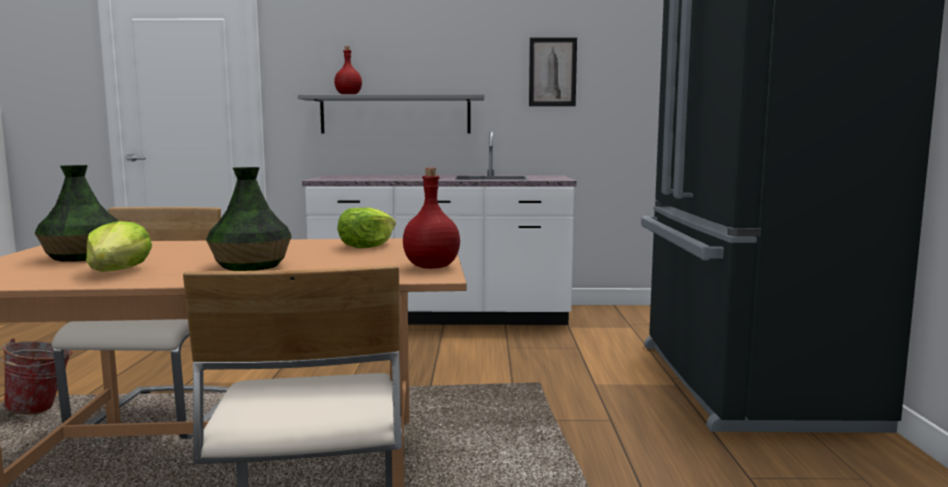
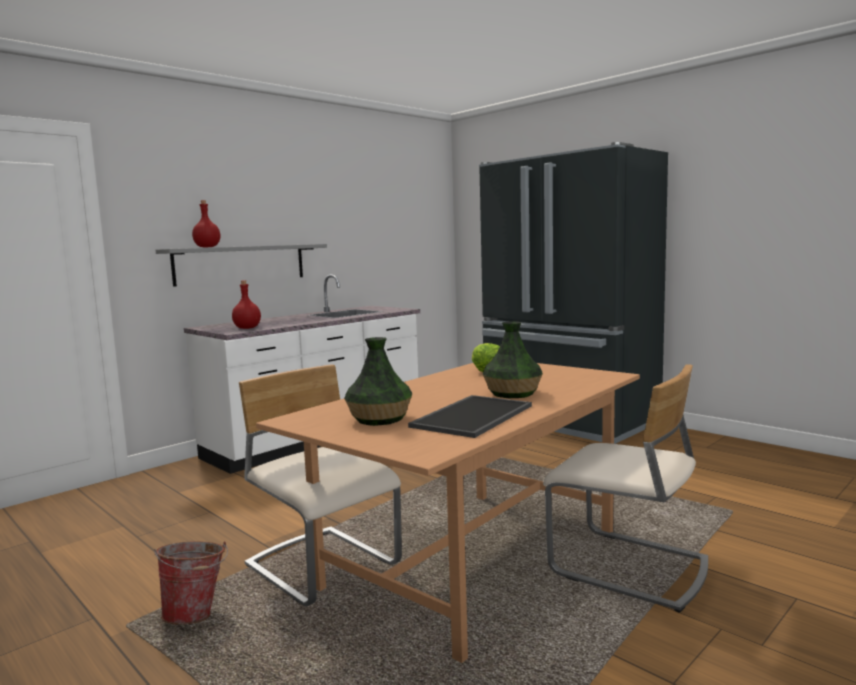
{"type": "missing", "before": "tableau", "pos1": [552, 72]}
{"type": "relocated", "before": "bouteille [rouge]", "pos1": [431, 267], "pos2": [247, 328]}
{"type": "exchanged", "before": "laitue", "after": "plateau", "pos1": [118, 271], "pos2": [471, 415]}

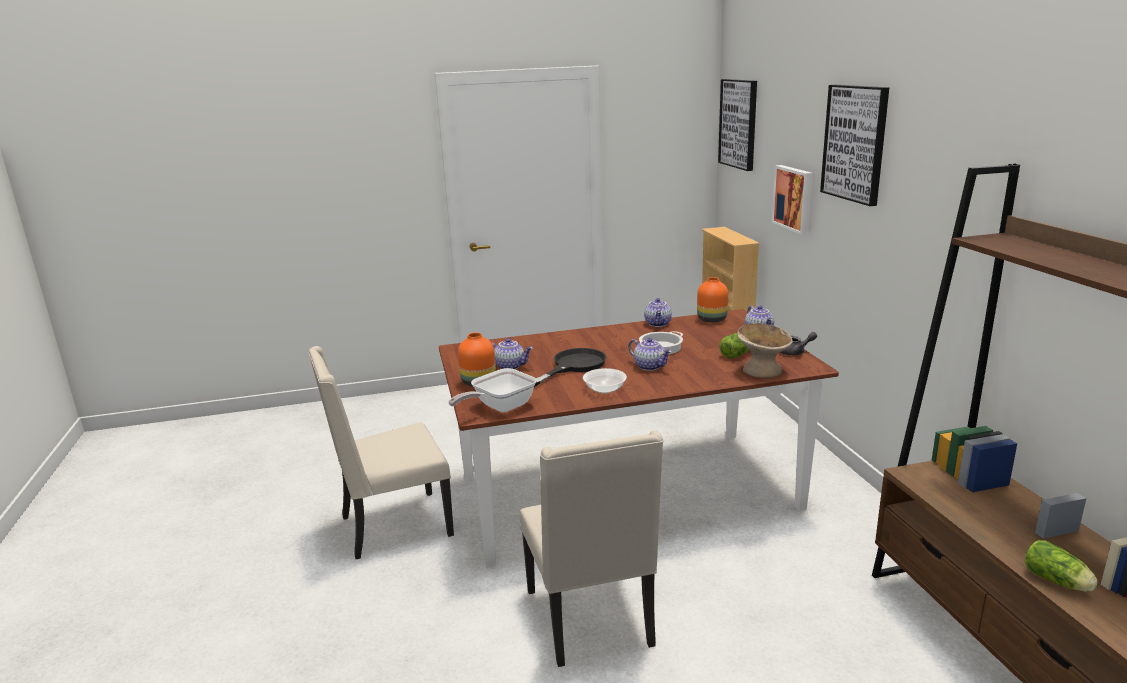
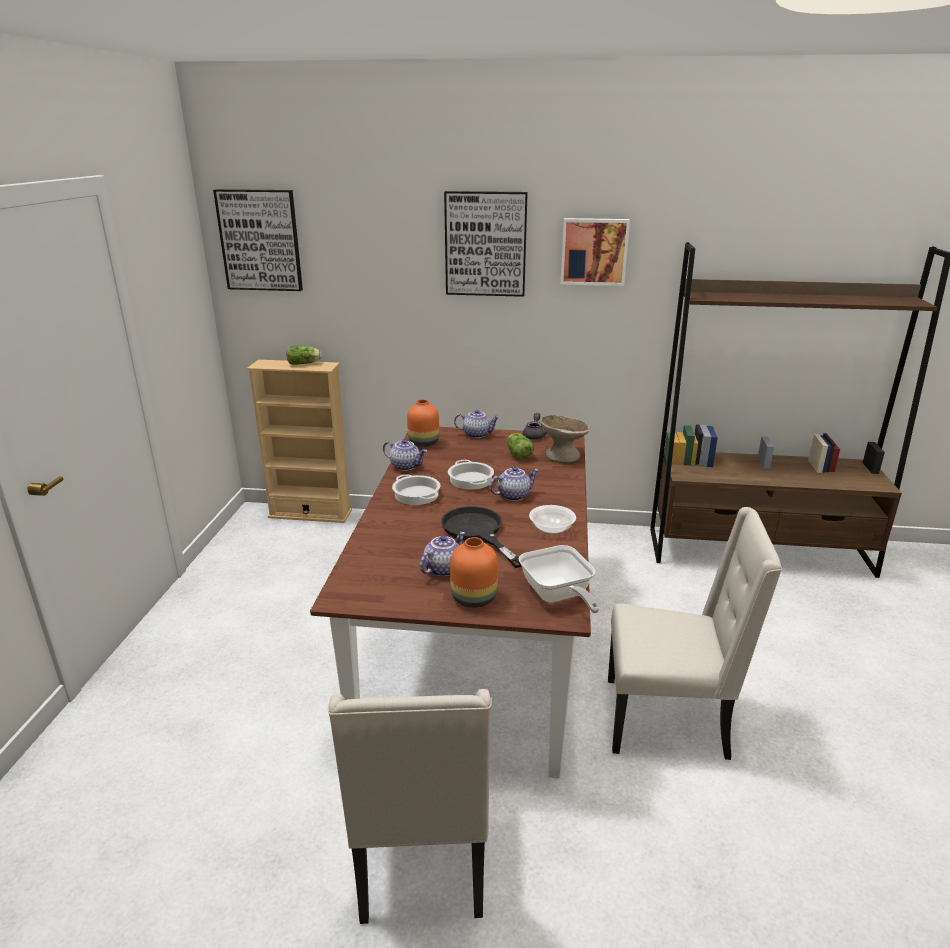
{"type": "relocated", "before": "tableau", "pos1": [794, 198], "pos2": [594, 251]}
{"type": "relocated", "before": "laitue", "pos1": [1058, 582], "pos2": [305, 363]}
{"type": "appeared", "after": "marmite", "pos2": [416, 495]}

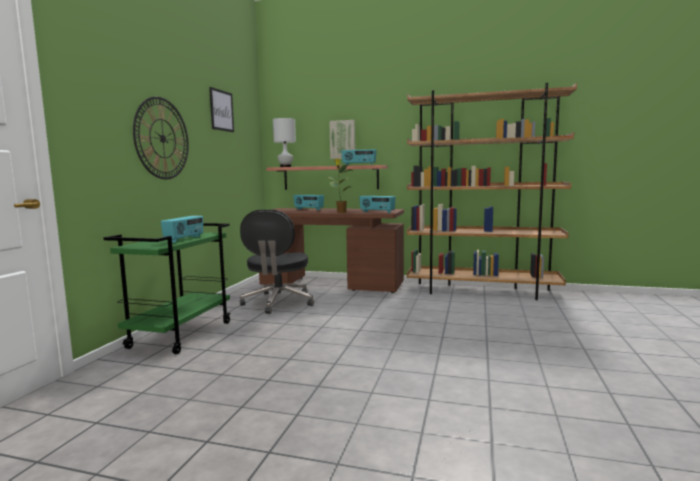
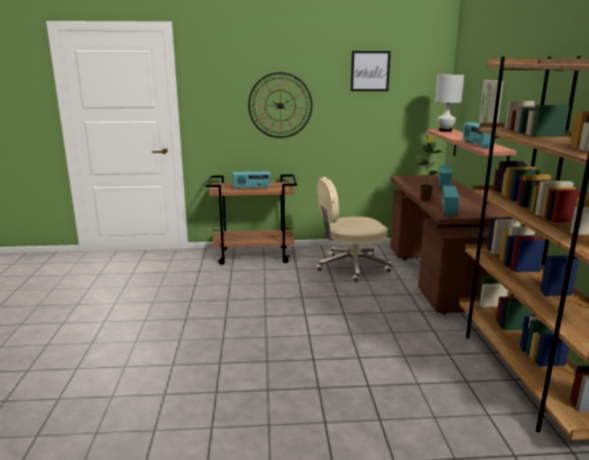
{"type": "colour", "before": "chaise de bureau [noir]", "after": "chaise de bureau [beige]", "pos1": [278, 302], "pos2": [351, 267]}
{"type": "colour", "before": "chariot [vert]", "after": "chariot [marron]", "pos1": [181, 334], "pos2": [254, 255]}

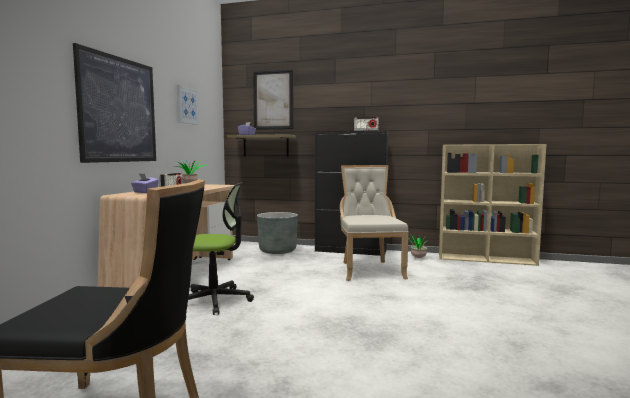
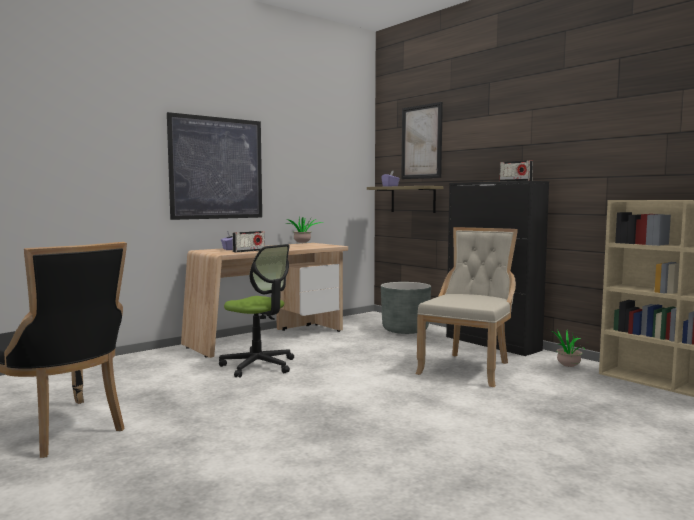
{"type": "missing", "before": "tableau", "pos1": [187, 105]}

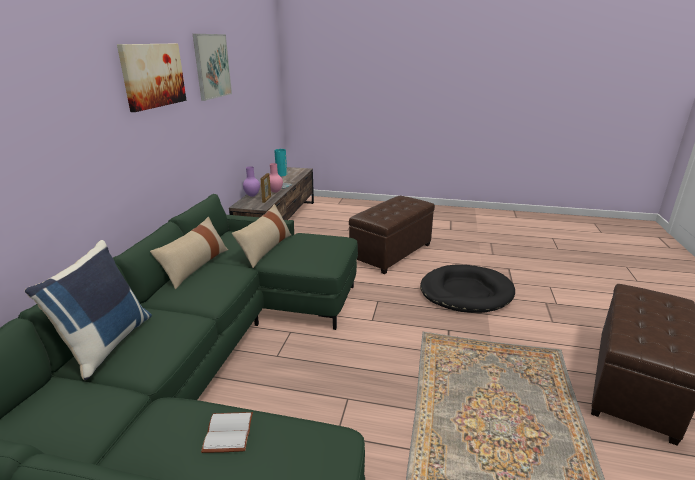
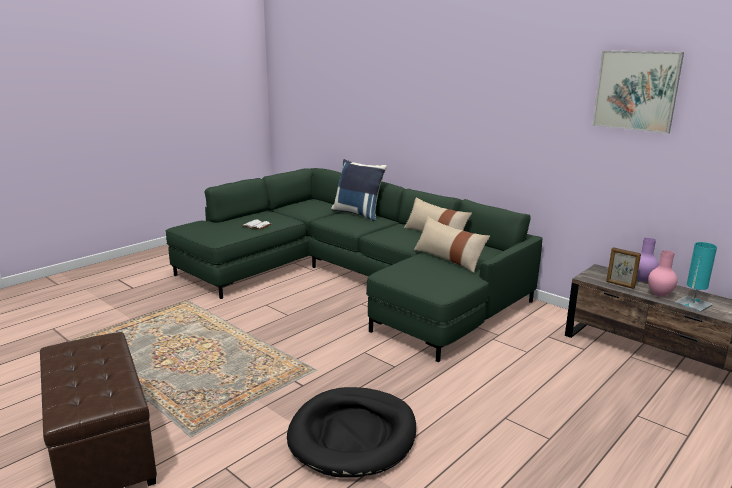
{"type": "missing", "before": "tableau", "pos1": [153, 75]}
{"type": "missing", "before": "pouf [marron]", "pos1": [391, 253]}

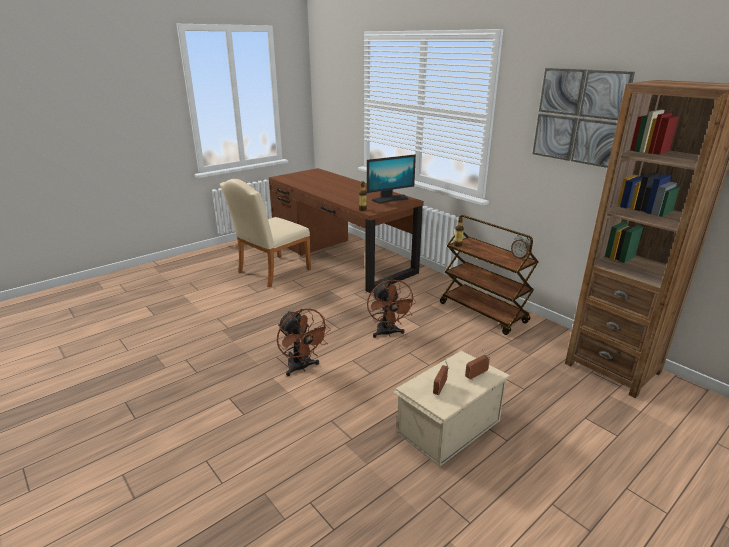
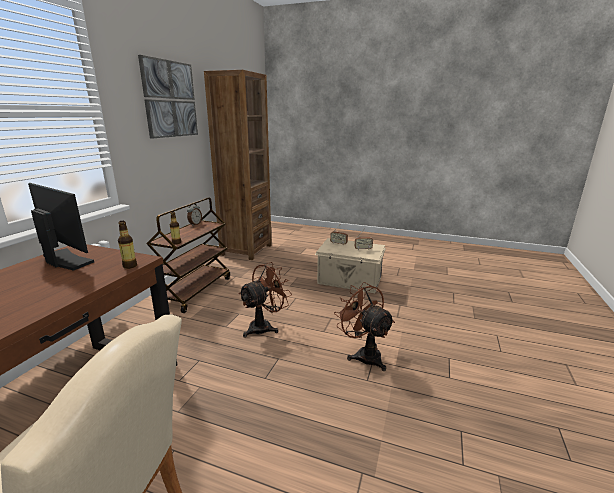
{"type": "spun", "before": "ventilateur [marron]", "pos1": [301, 368], "pos2": [364, 354], "turn": -60}

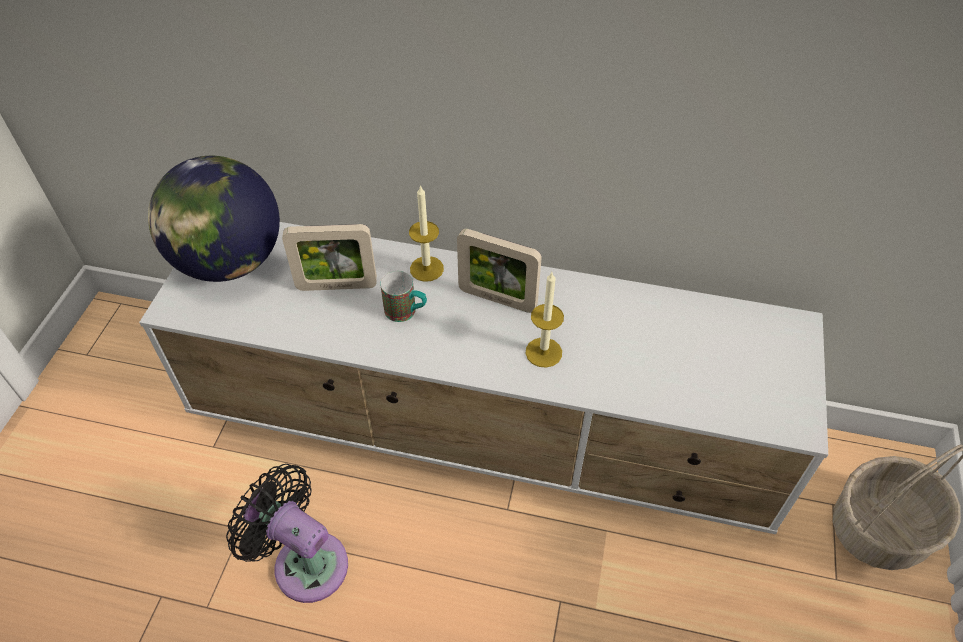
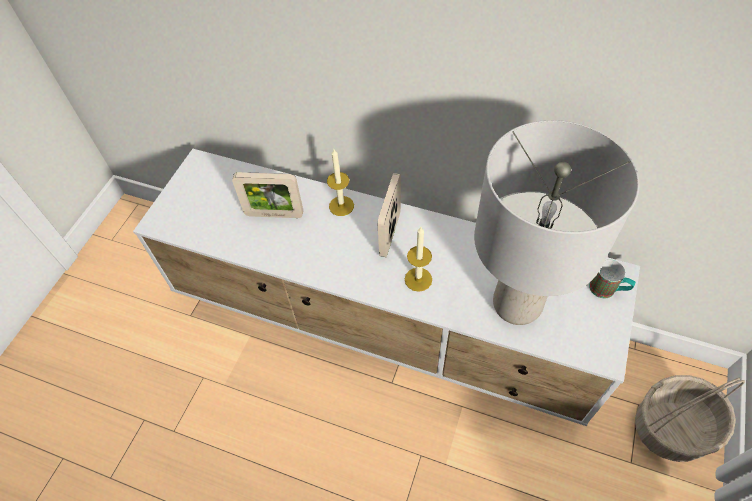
{"type": "missing", "before": "globe", "pos1": [229, 262]}
{"type": "spun", "before": "cadre photo", "pos1": [497, 299], "pos2": [390, 234], "turn": 75}
{"type": "relocated", "before": "mug", "pos1": [406, 312], "pos2": [607, 290]}
{"type": "missing", "before": "ventilateur [noir]", "pos1": [304, 561]}
{"type": "appeared", "after": "lampe de table [gris]", "pos2": [516, 305]}

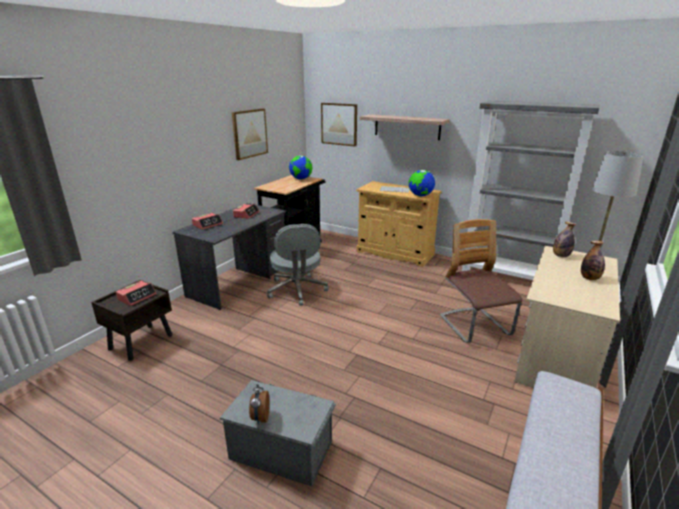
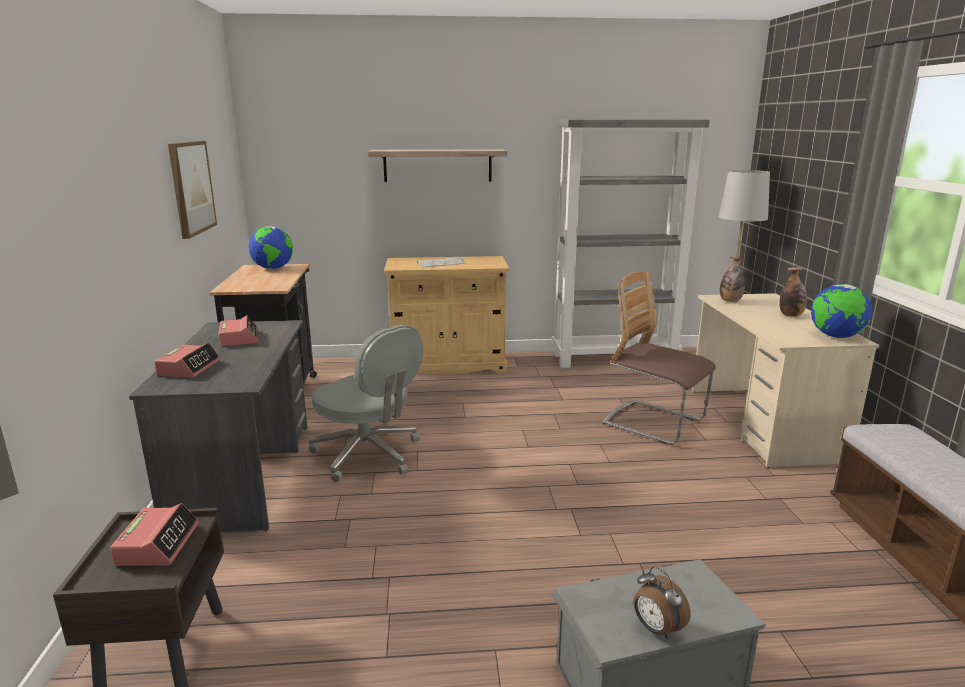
{"type": "missing", "before": "tableau", "pos1": [339, 124]}
{"type": "relocated", "before": "globe", "pos1": [420, 195], "pos2": [835, 336]}

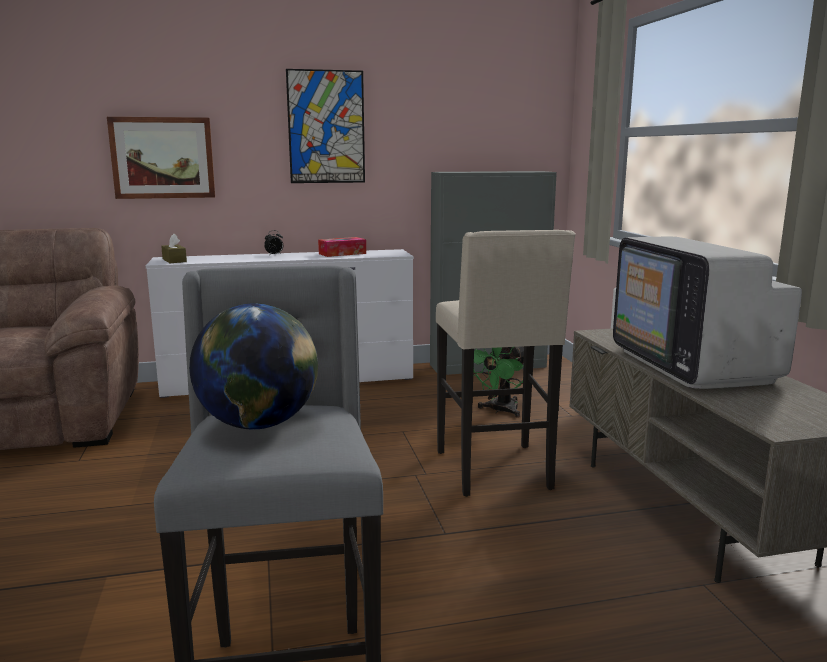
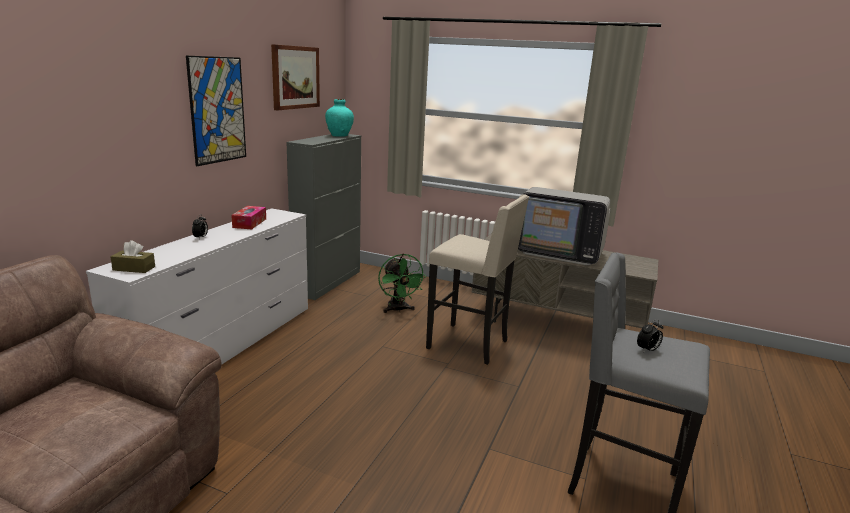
{"type": "relocated", "before": "tableau", "pos1": [163, 158], "pos2": [295, 77]}
{"type": "exchanged", "before": "globe", "after": "réveil", "pos1": [259, 425], "pos2": [647, 350]}
{"type": "appeared", "after": "vase [turquoise]", "pos2": [339, 136]}

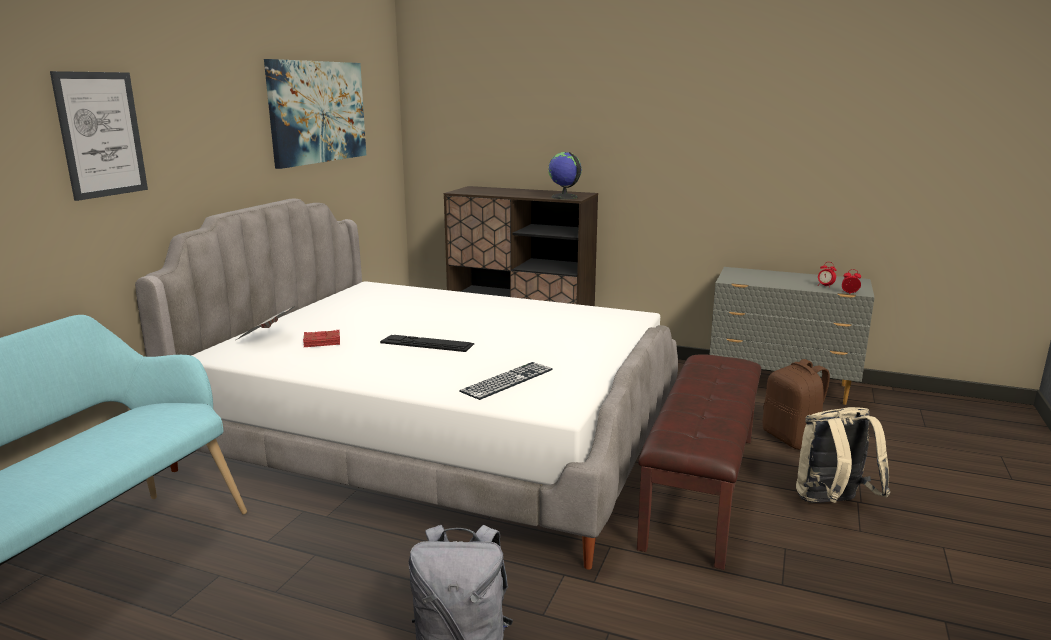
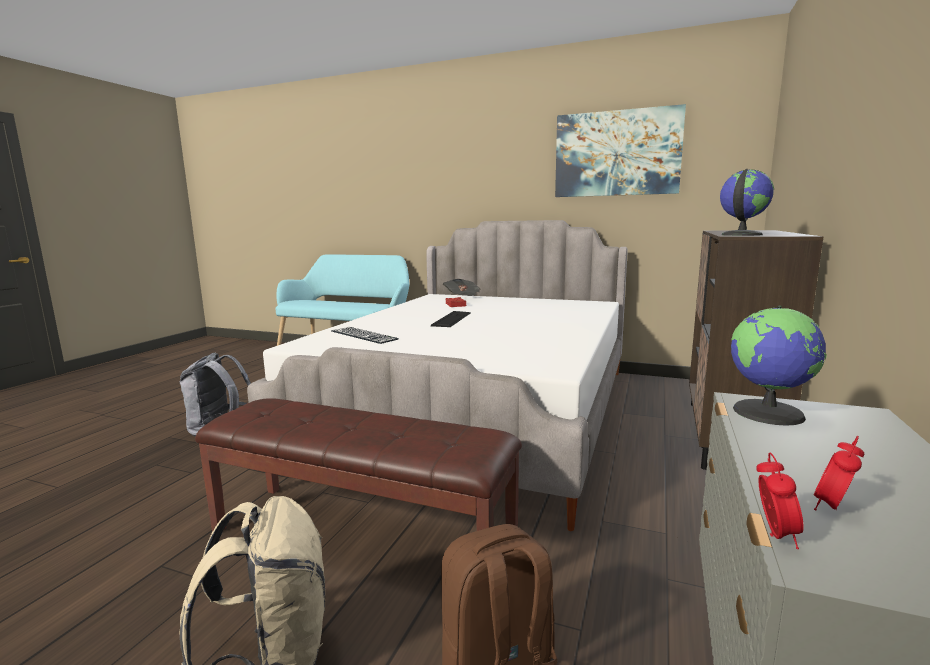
{"type": "missing", "before": "tableau", "pos1": [101, 134]}
{"type": "appeared", "after": "globe", "pos2": [769, 413]}

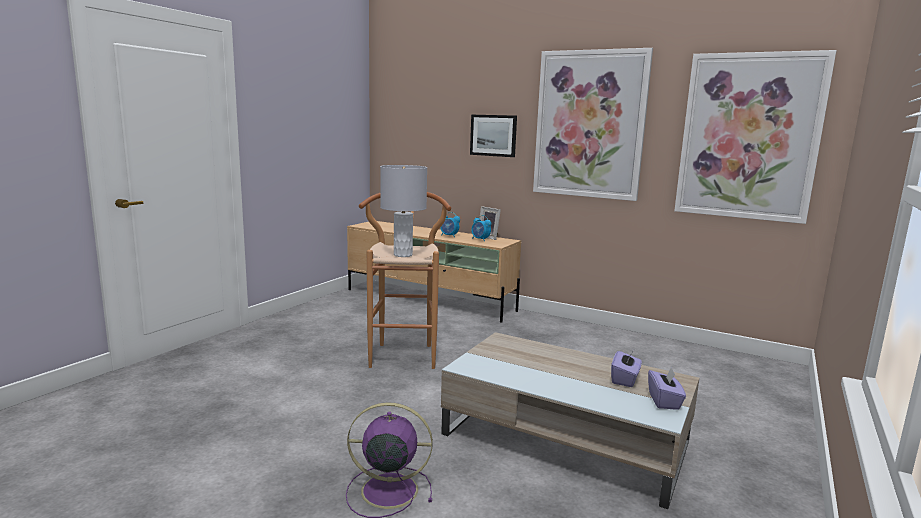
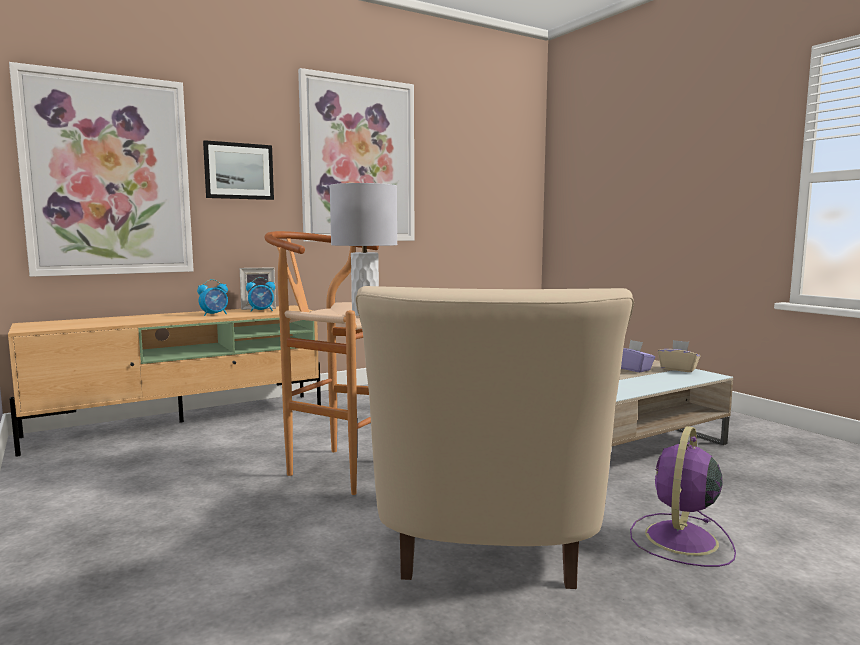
{"type": "relocated", "before": "tableau", "pos1": [748, 137], "pos2": [108, 176]}
{"type": "colour", "before": "boîte à mouchoirs [violet]", "after": "boîte à mouchoirs [beige]", "pos1": [664, 401], "pos2": [678, 369]}
{"type": "appeared", "after": "fauteuil [beige]", "pos2": [487, 547]}

